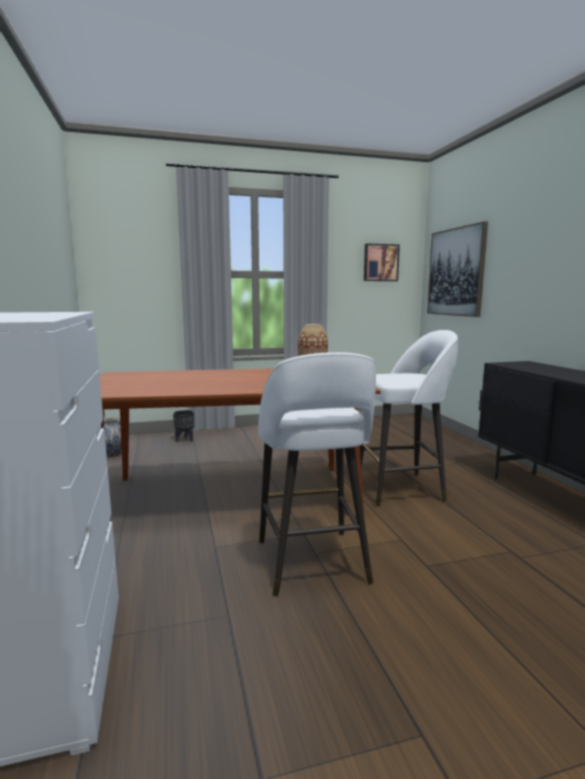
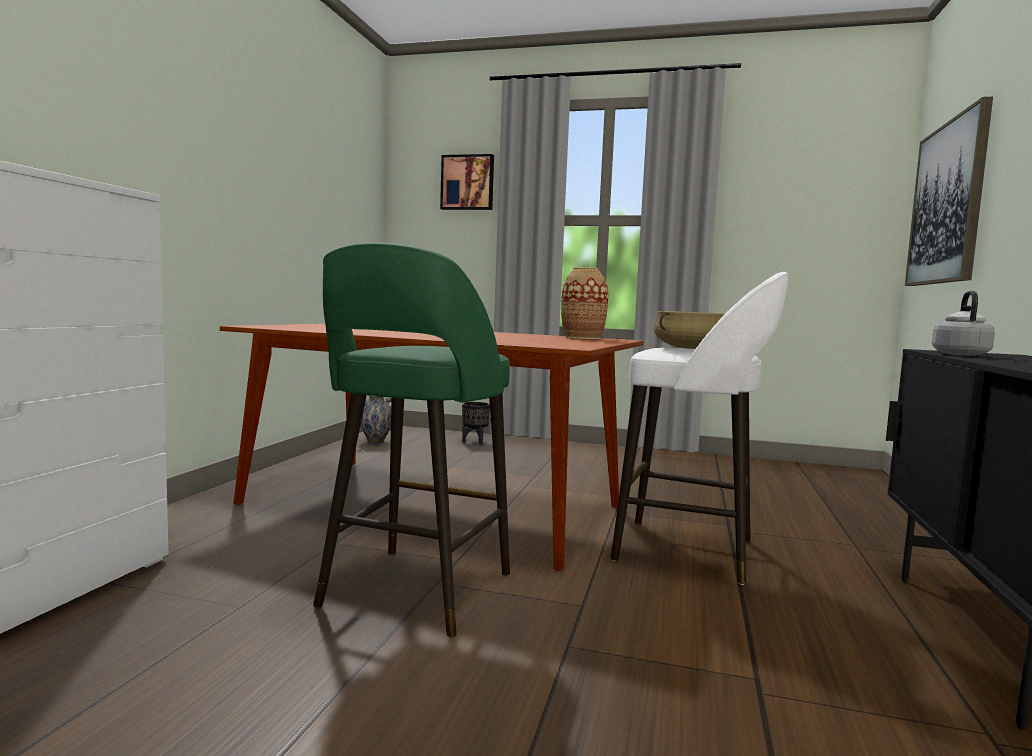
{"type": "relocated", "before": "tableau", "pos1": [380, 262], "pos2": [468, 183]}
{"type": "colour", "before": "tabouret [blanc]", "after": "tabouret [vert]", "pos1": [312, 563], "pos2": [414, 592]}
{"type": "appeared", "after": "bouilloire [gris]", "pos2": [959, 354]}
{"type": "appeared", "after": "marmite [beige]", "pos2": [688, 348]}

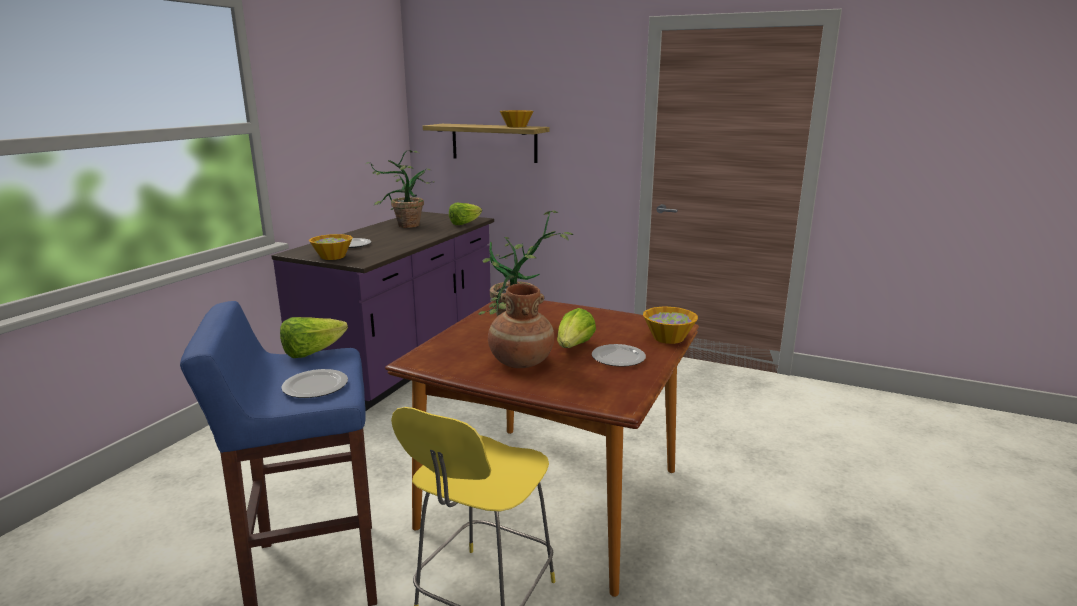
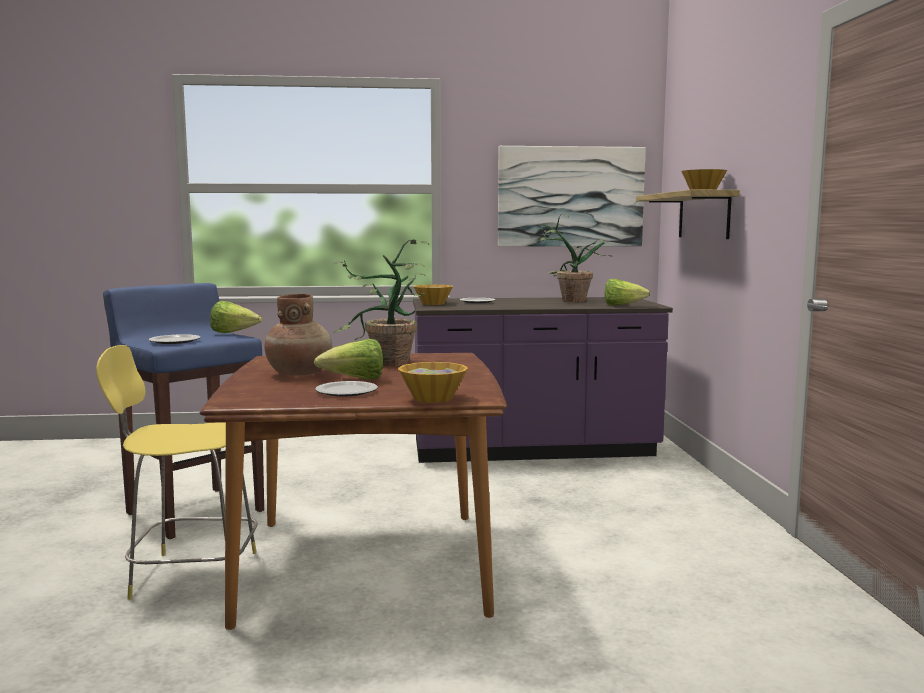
{"type": "appeared", "after": "tableau", "pos2": [570, 197]}

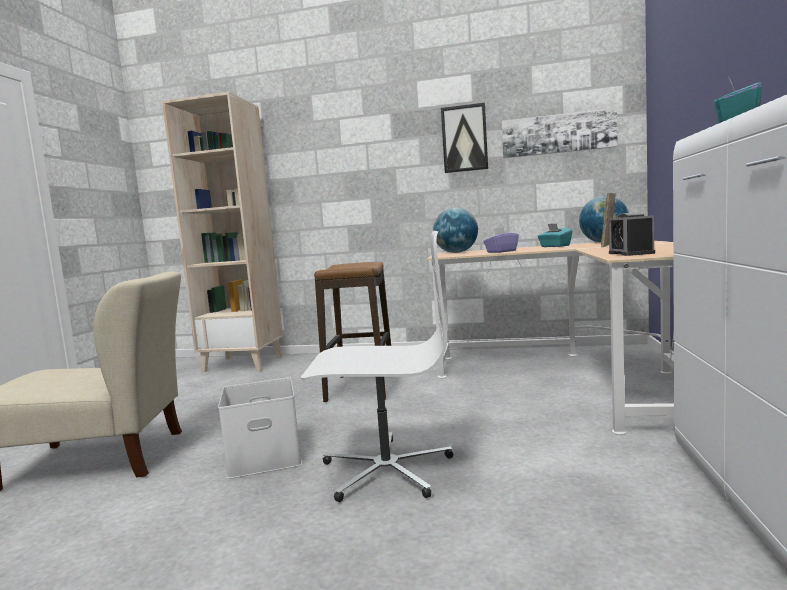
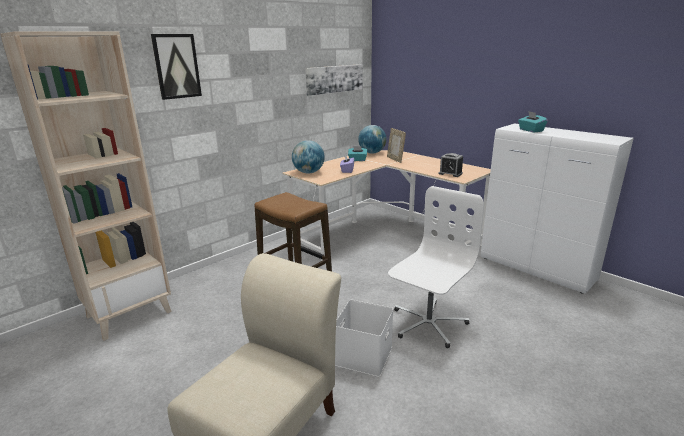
{"type": "relocated", "before": "tableau", "pos1": [464, 138], "pos2": [176, 66]}

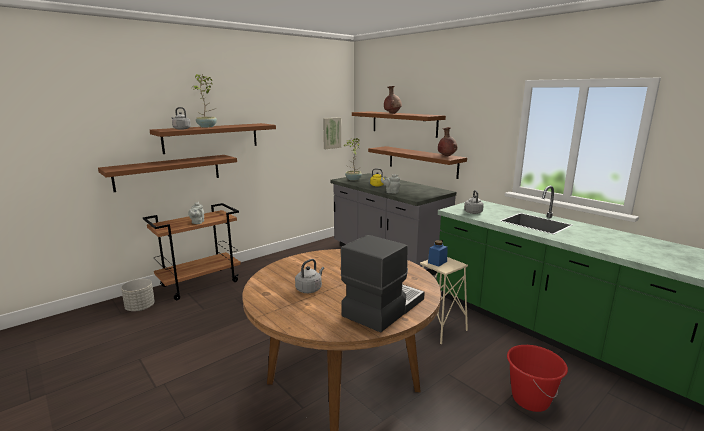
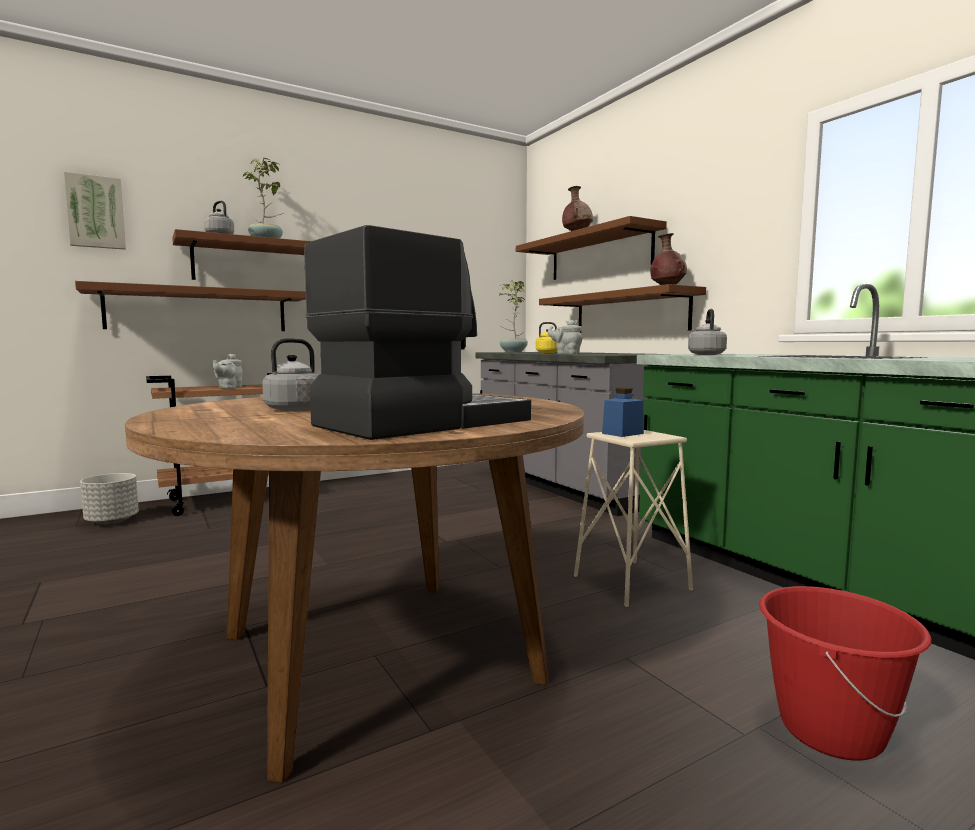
{"type": "relocated", "before": "tableau", "pos1": [331, 133], "pos2": [96, 212]}

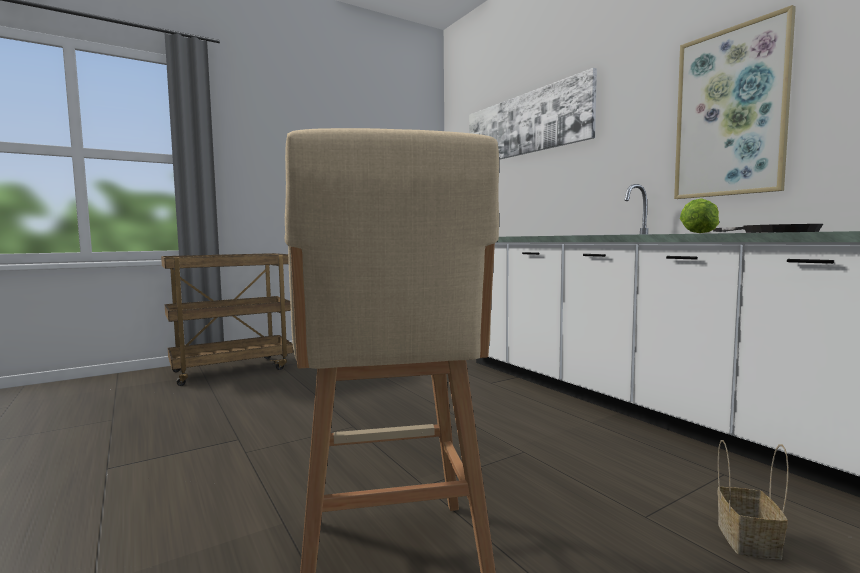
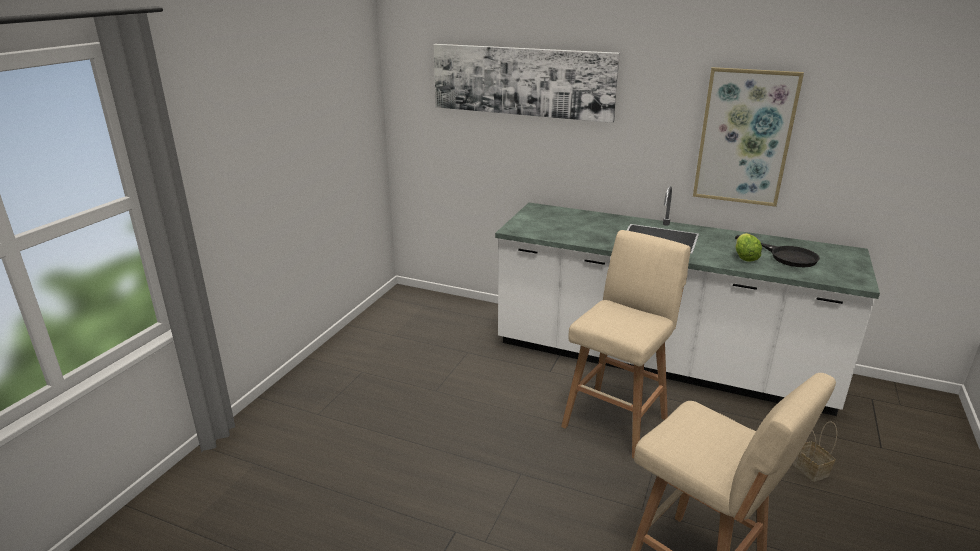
{"type": "missing", "before": "chariot [marron]", "pos1": [233, 369]}
{"type": "appeared", "after": "tabouret [beige]", "pos2": [616, 420]}

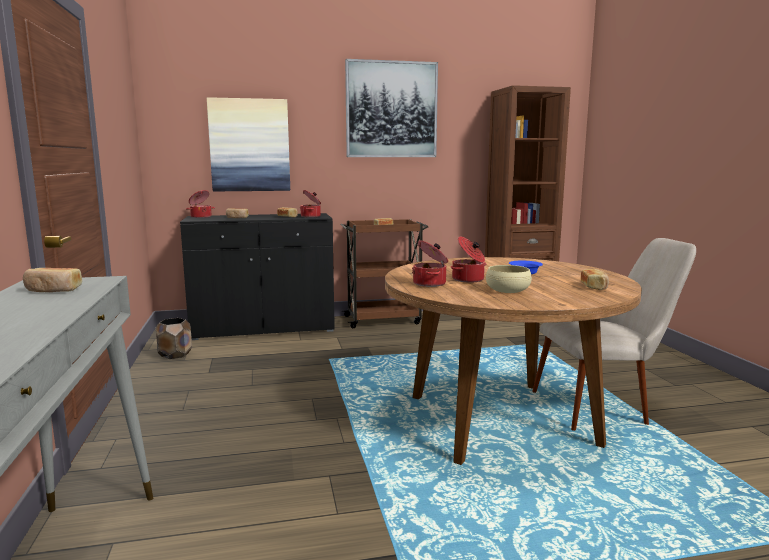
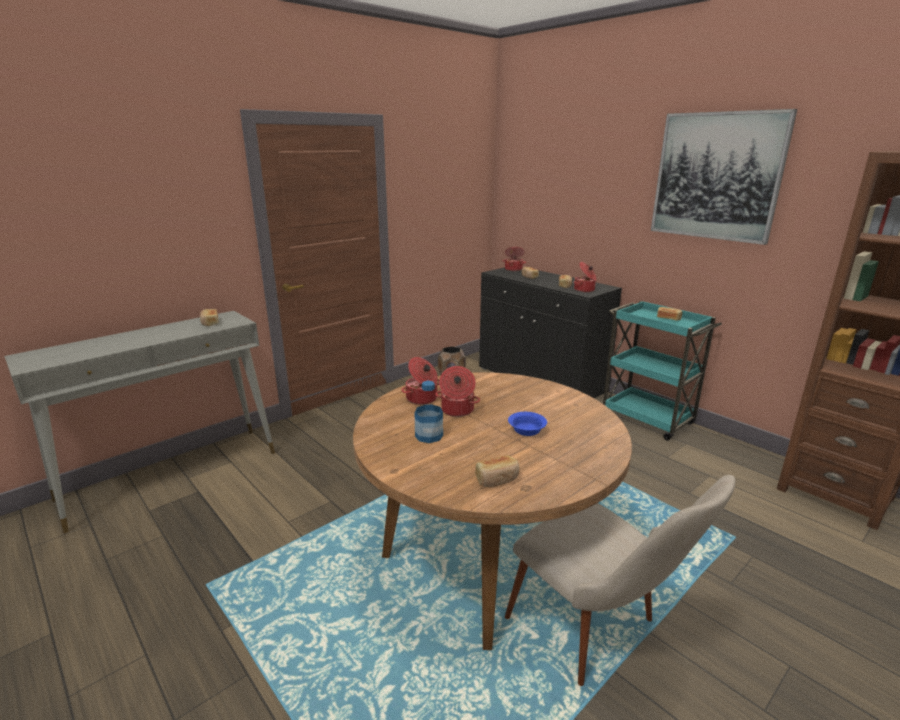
{"type": "missing", "before": "tableau", "pos1": [249, 145]}
{"type": "colour", "before": "chariot [marron]", "after": "chariot [turquoise]", "pos1": [383, 320], "pos2": [647, 419]}
{"type": "exchanged", "before": "bol [beige]", "after": "bouteille", "pos1": [507, 290], "pos2": [429, 435]}

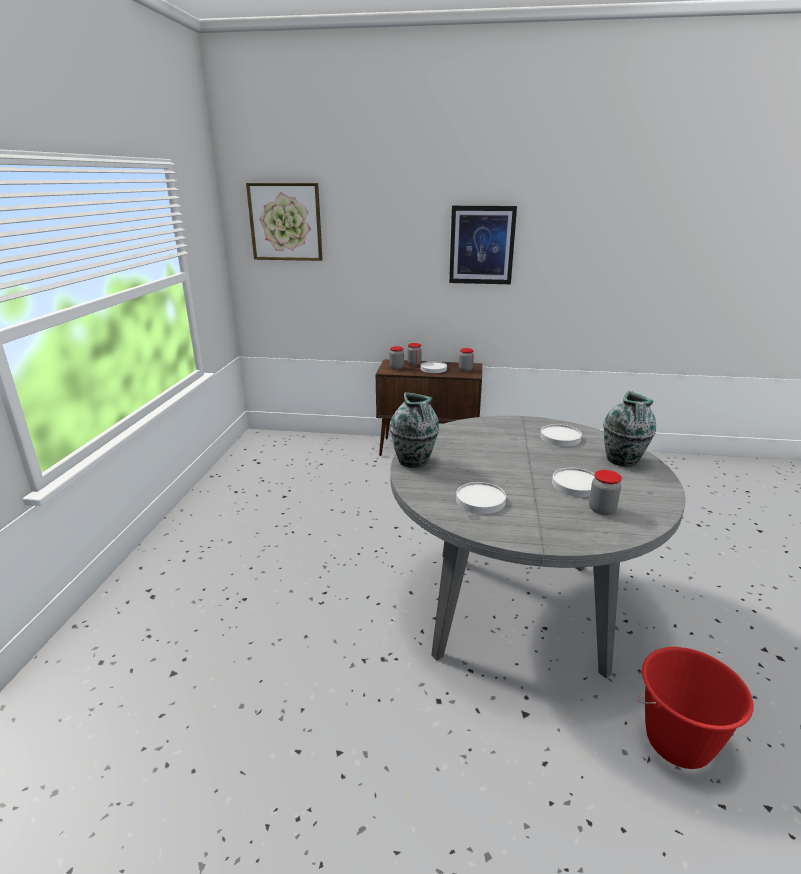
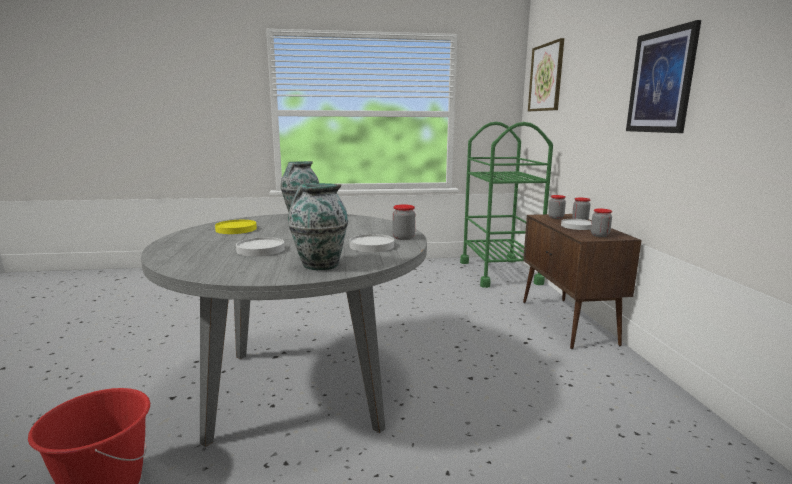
{"type": "relocated", "before": "bocal", "pos1": [602, 509], "pos2": [403, 238]}
{"type": "colour", "before": "assiette [blanc]", "after": "assiette [jaune]", "pos1": [480, 500], "pos2": [236, 229]}
{"type": "appeared", "after": "chariot [vert]", "pos2": [499, 272]}

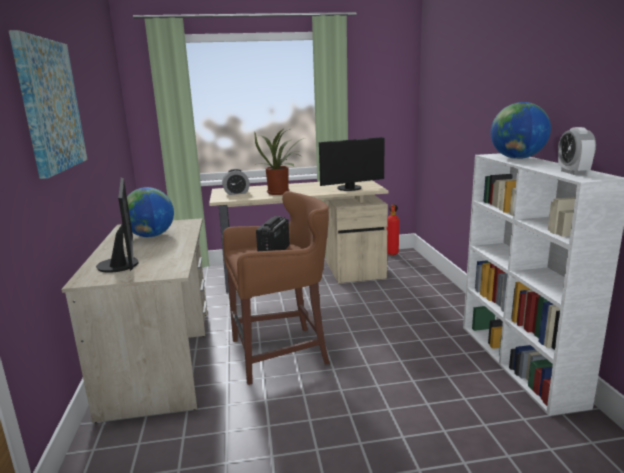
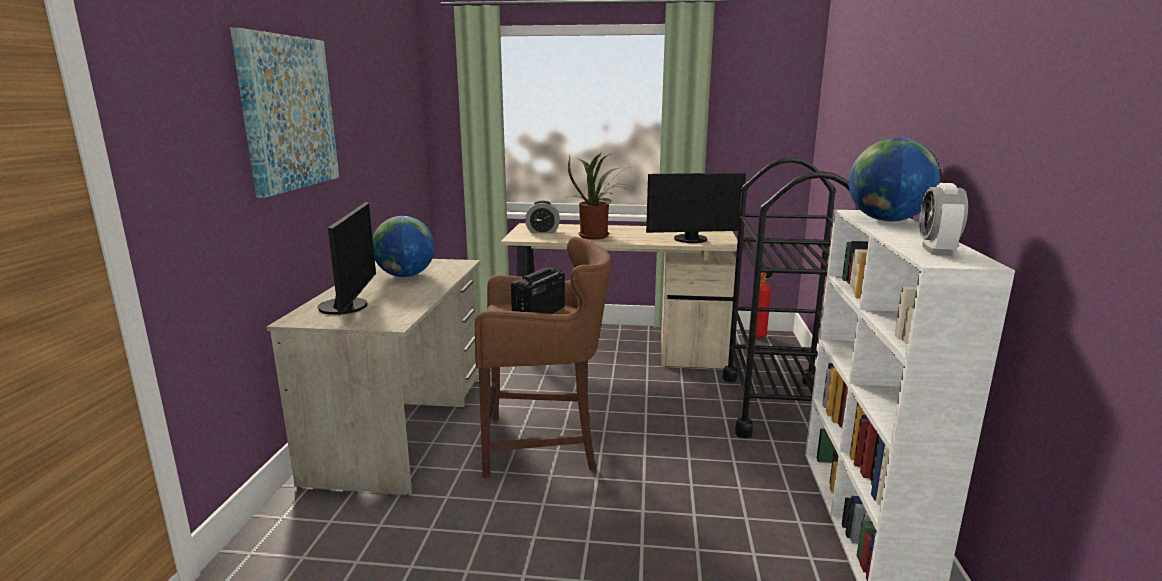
{"type": "appeared", "after": "chariot [noir]", "pos2": [779, 406]}

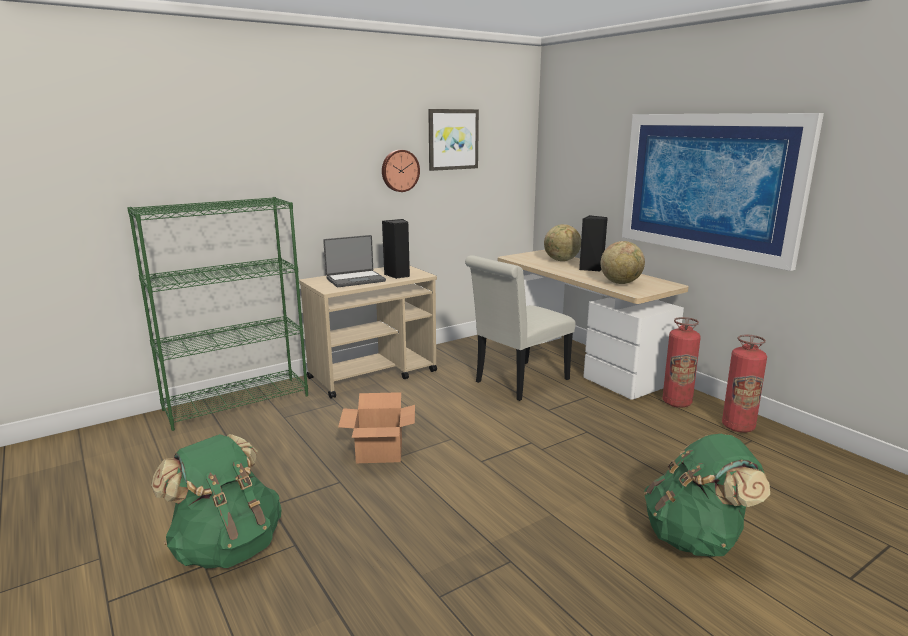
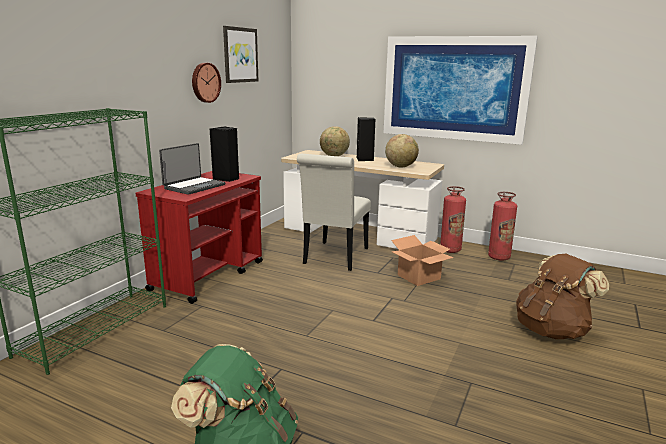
{"type": "colour", "before": "chariot [beige]", "after": "chariot [rouge]", "pos1": [373, 374], "pos2": [209, 275]}
{"type": "relocated", "before": "carton", "pos1": [380, 451], "pos2": [419, 277]}
{"type": "colour", "before": "sac à dos [vert]", "after": "sac à dos [marron]", "pos1": [695, 538], "pos2": [552, 330]}

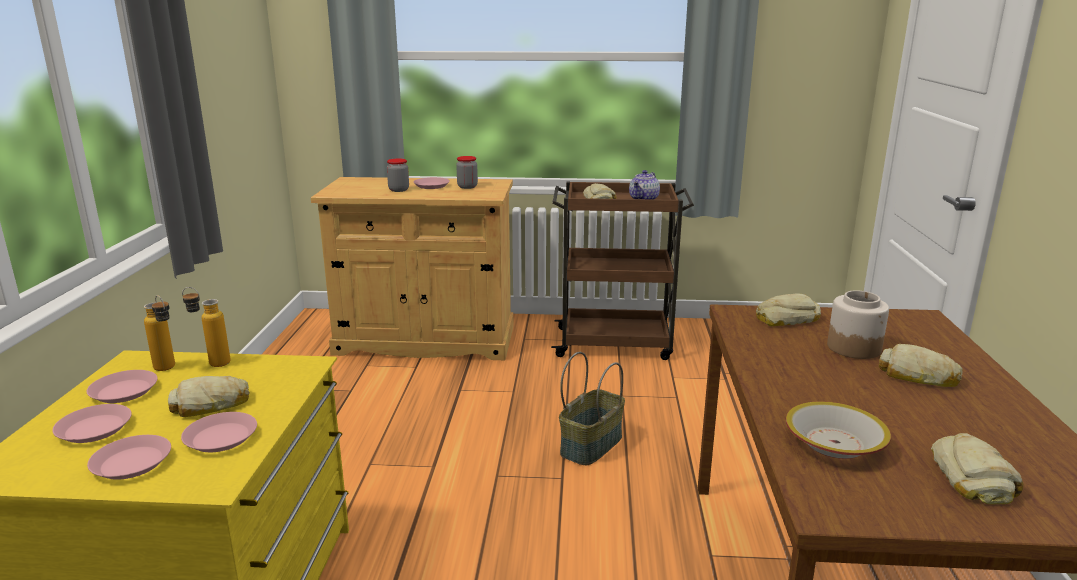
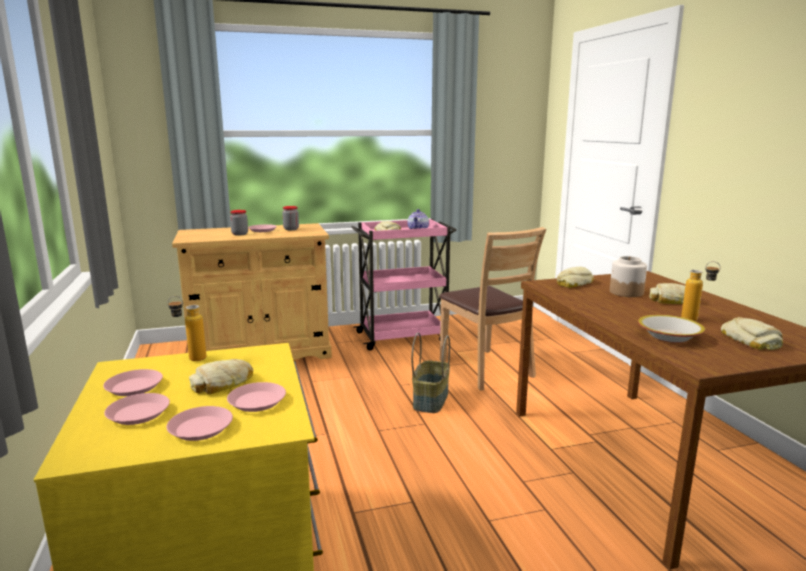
{"type": "colour", "before": "chariot [marron]", "after": "chariot [rose]", "pos1": [615, 343], "pos2": [403, 337]}
{"type": "relocated", "before": "bouteille", "pos1": [168, 369], "pos2": [696, 320]}
{"type": "appeared", "after": "chaise [marron]", "pos2": [486, 369]}

